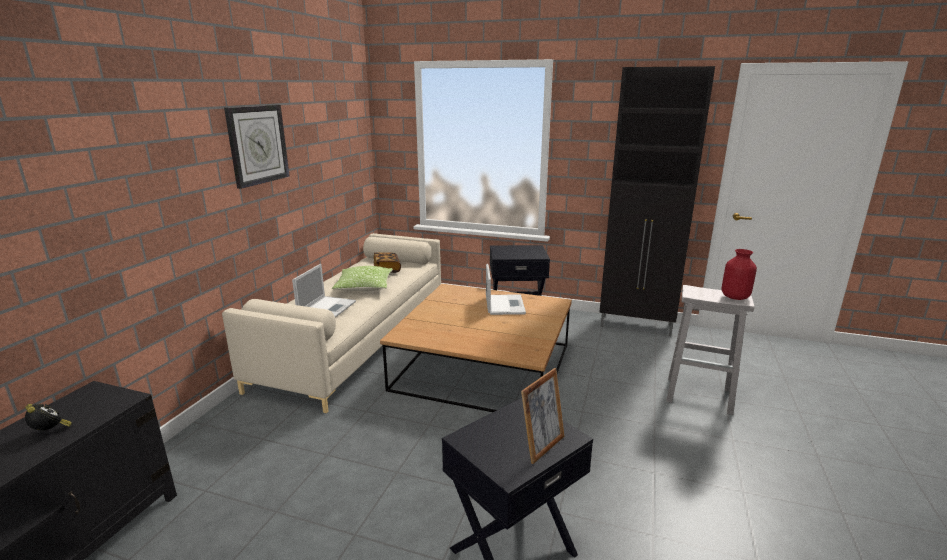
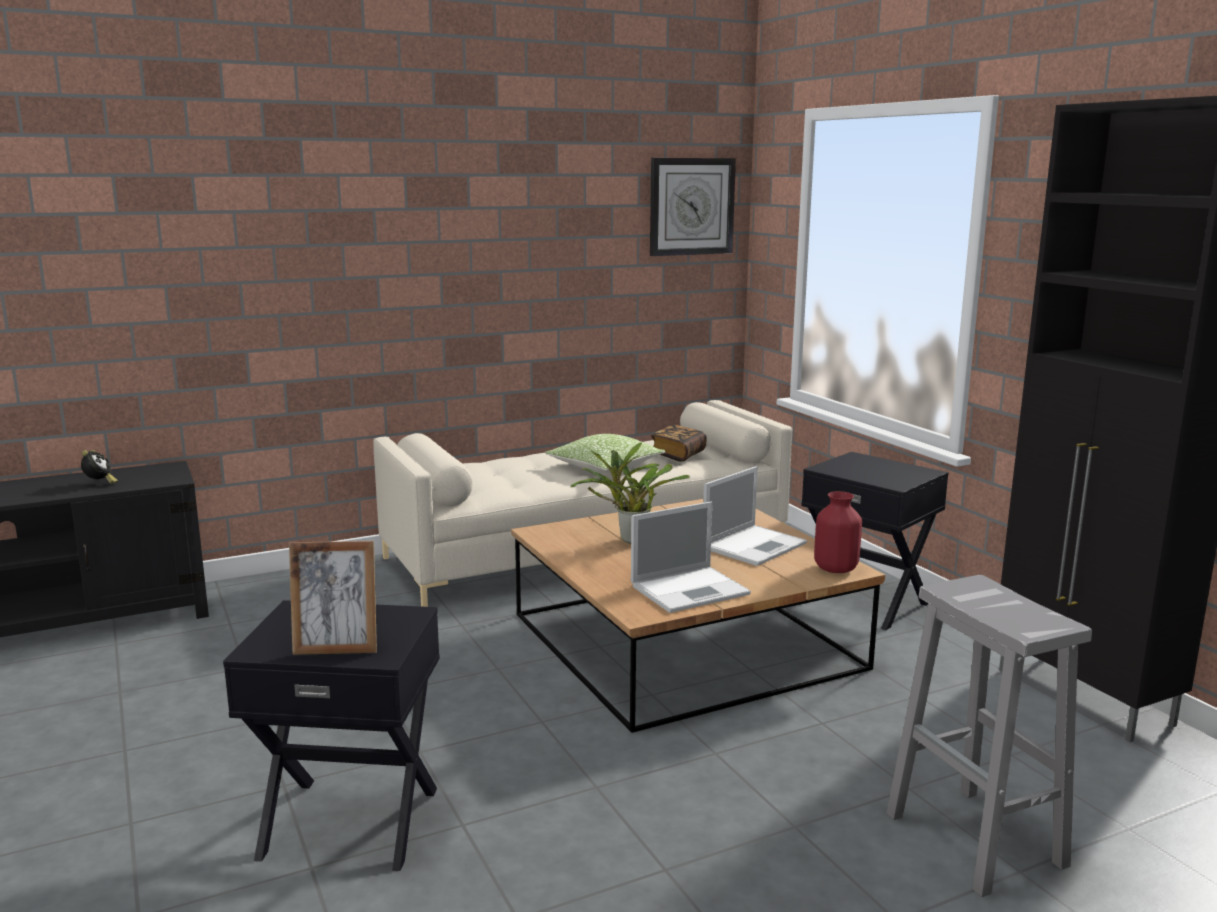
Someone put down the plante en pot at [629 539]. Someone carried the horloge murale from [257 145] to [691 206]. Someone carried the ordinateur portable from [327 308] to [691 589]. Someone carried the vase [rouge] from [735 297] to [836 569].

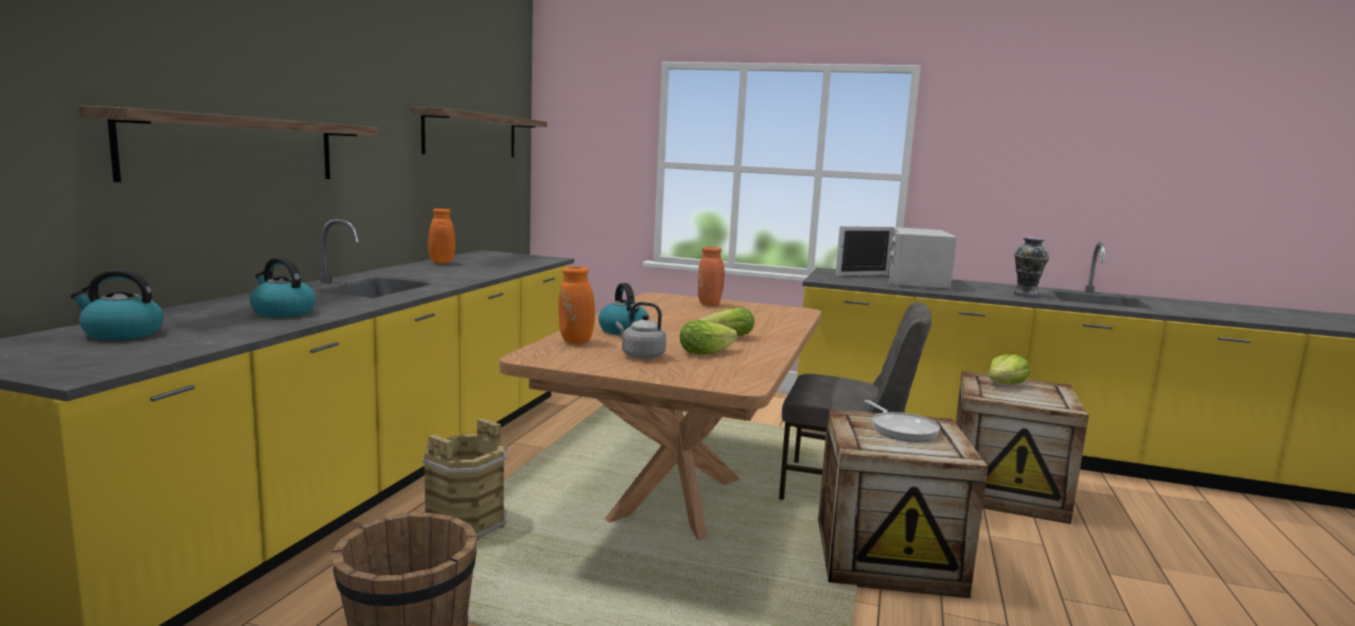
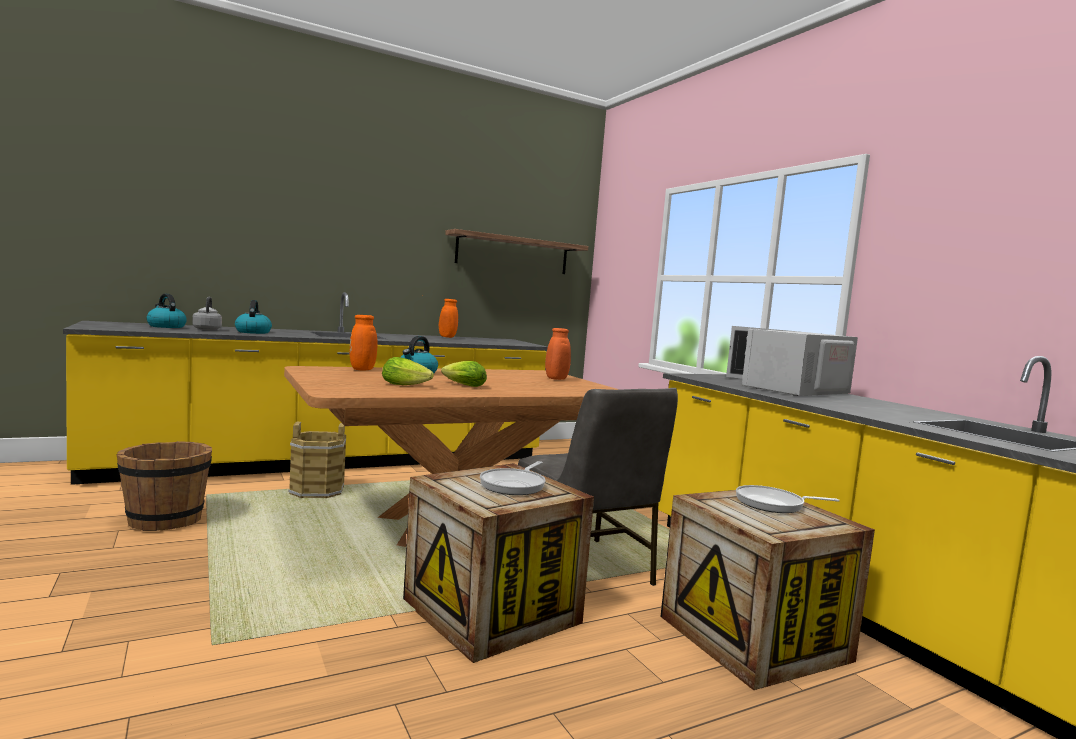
Someone took away the étagère at [235 149]. Someone took away the vase at [1025 295]. Someone carried the bouilloire [gris] from [640 356] to [207 329]. Someone swapped the laitue at [1005 384] for the poêle at [773 504].

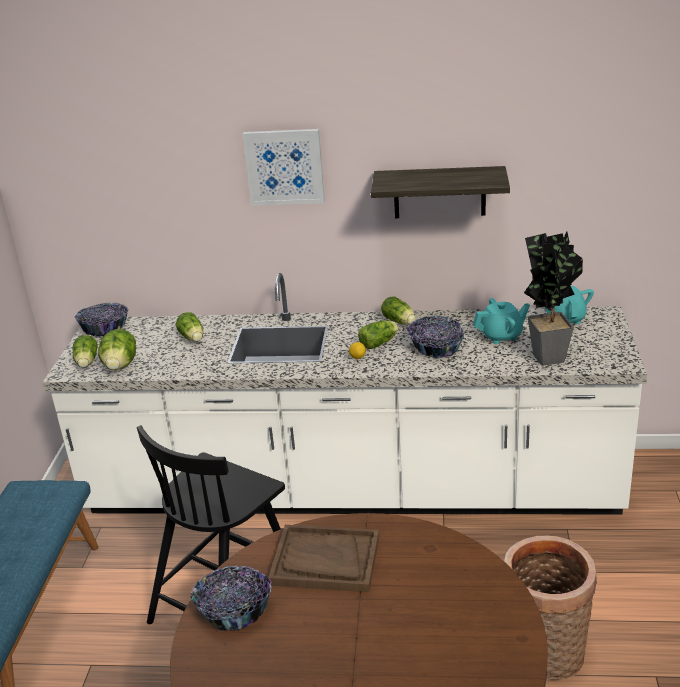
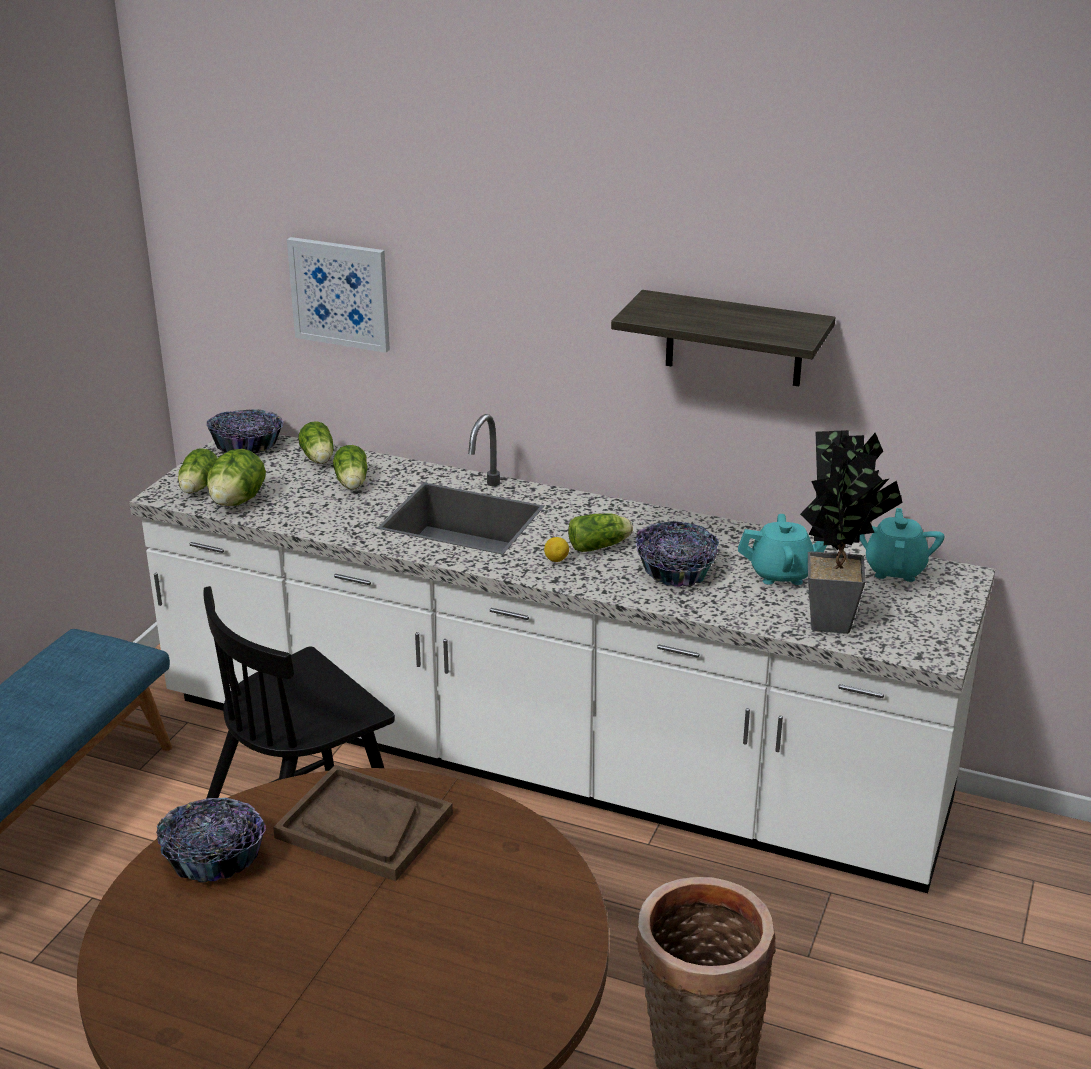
Someone carried the tableau from [284 167] to [340 293]. Someone carried the laitue from [400 322] to [318 459].

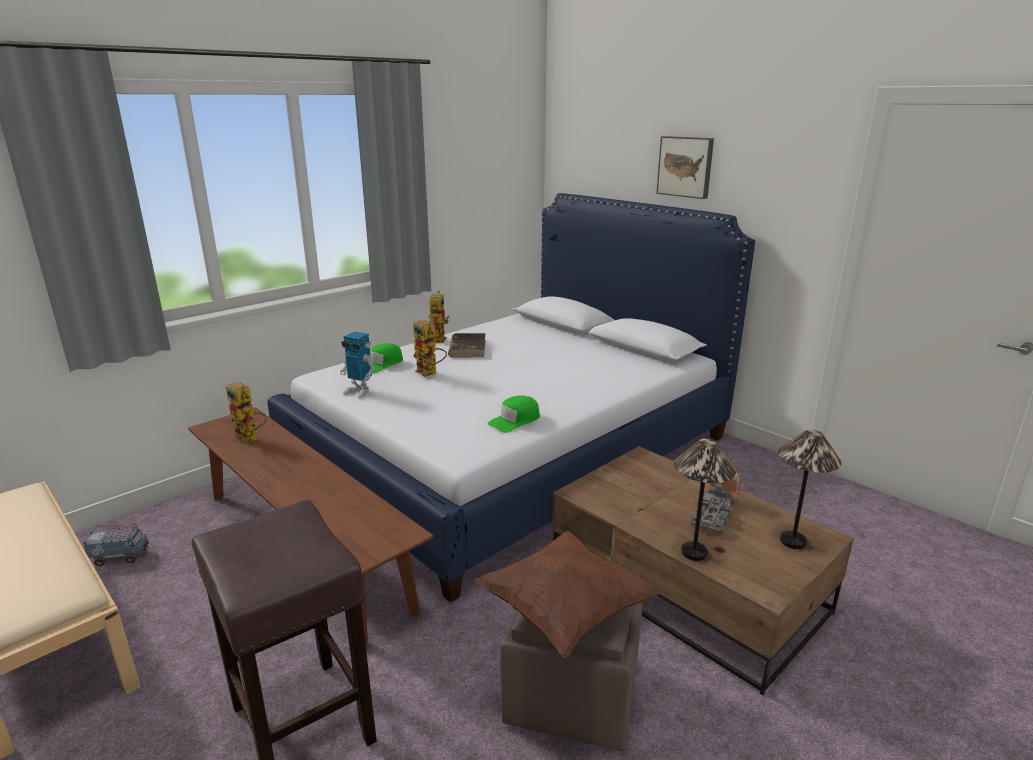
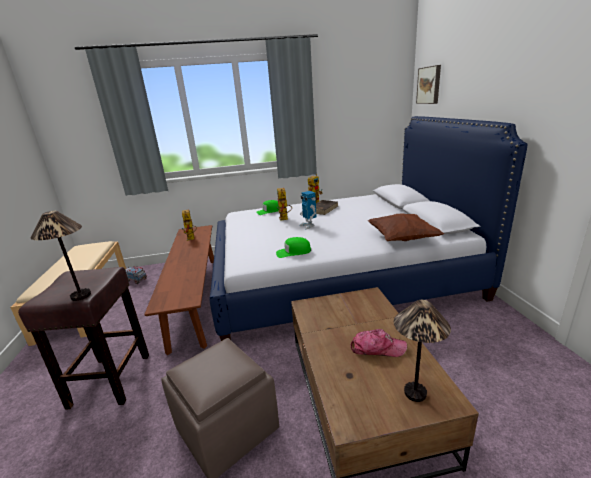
Someone carried the robot jouet from [359 391] to [308 226]. Someone carried the coussin [marron] from [565 611] to [402 238]. Someone carried the tableau from [686 166] to [429 85]. Someone carried the lampe de table from [693 552] to [81 295]. Someone swapped the camion jouet at [715 513] for the casquette at [377 348].

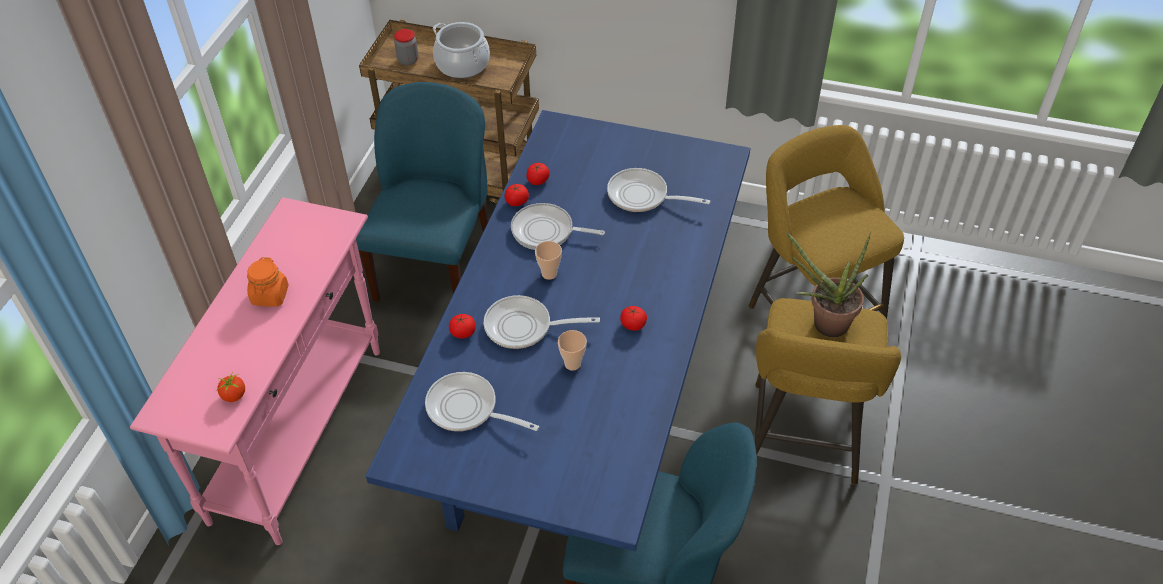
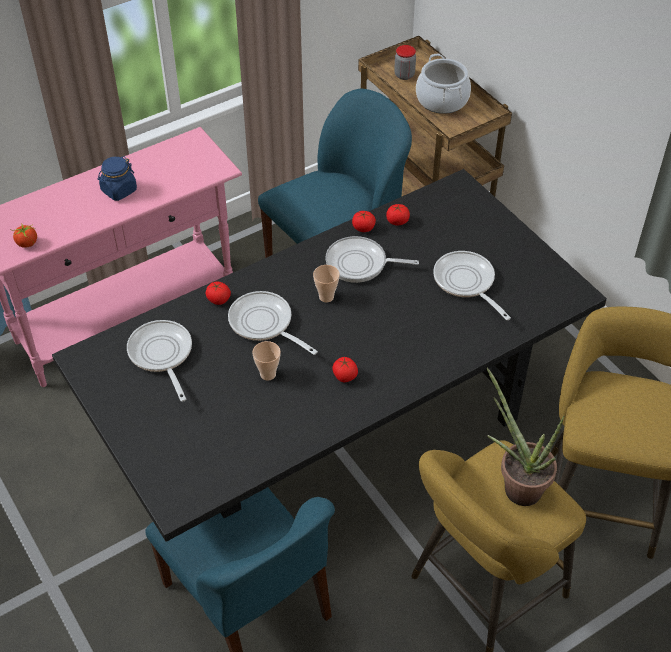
Someone repainted the bocal [orange] at [270 295], which became the bocal [bleu] at [119 190]. Someone repainted the table à manger [bleu] at [583 407], which became the table à manger [noir] at [334 438]. Someone rotated the poêle at [546 231] by 45 degrees counterclockwise.

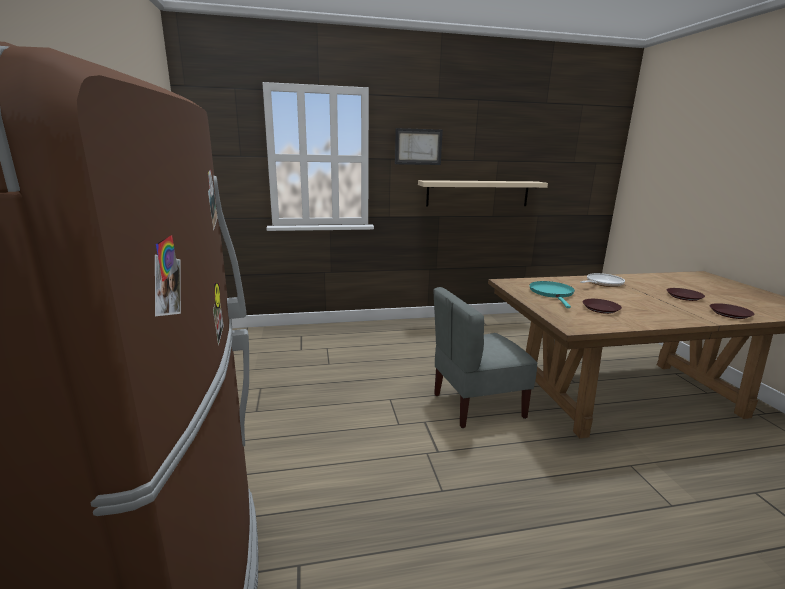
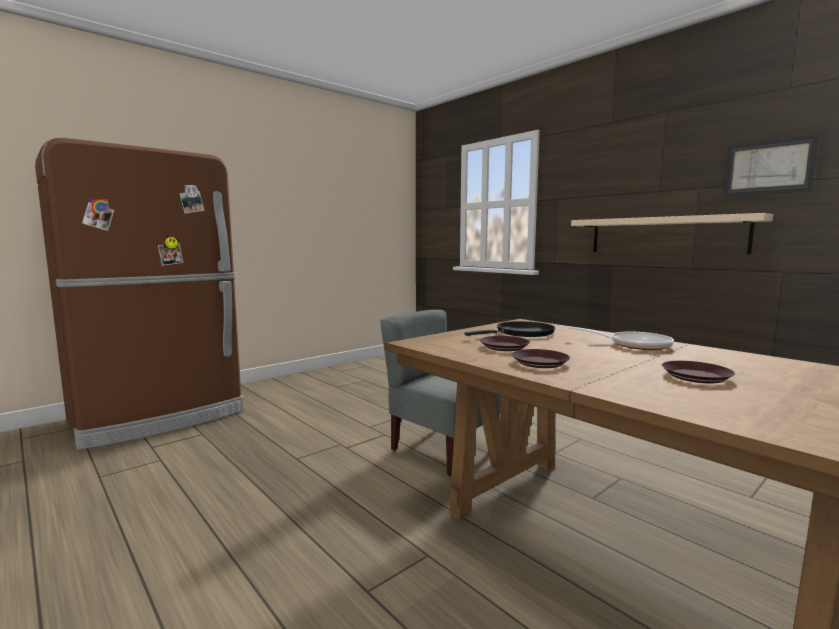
Someone carried the tableau from [418 147] to [768 167]. Someone carried the assiette [marron] from [730 314] to [539 363]. Someone repainted the poêle [turquoise] at [552 293], which became the poêle [noir] at [521 333].

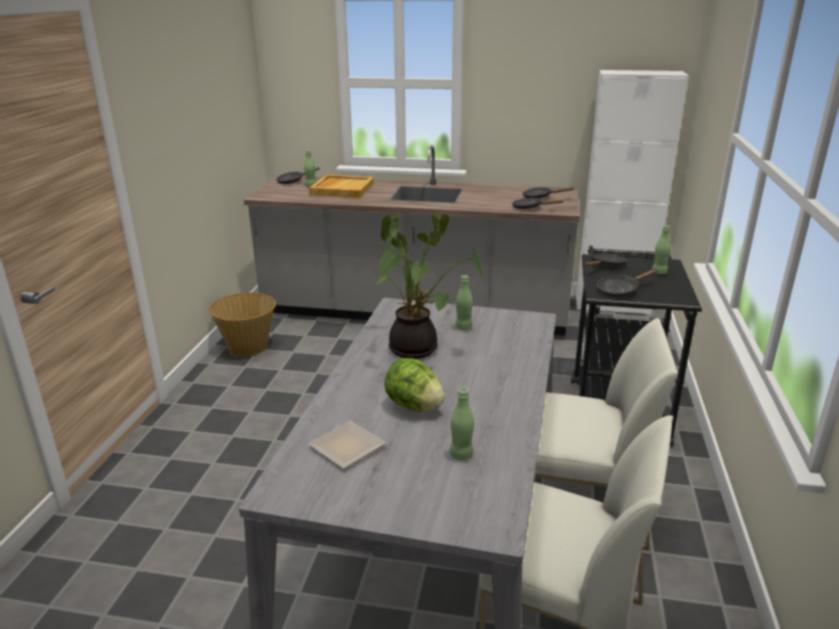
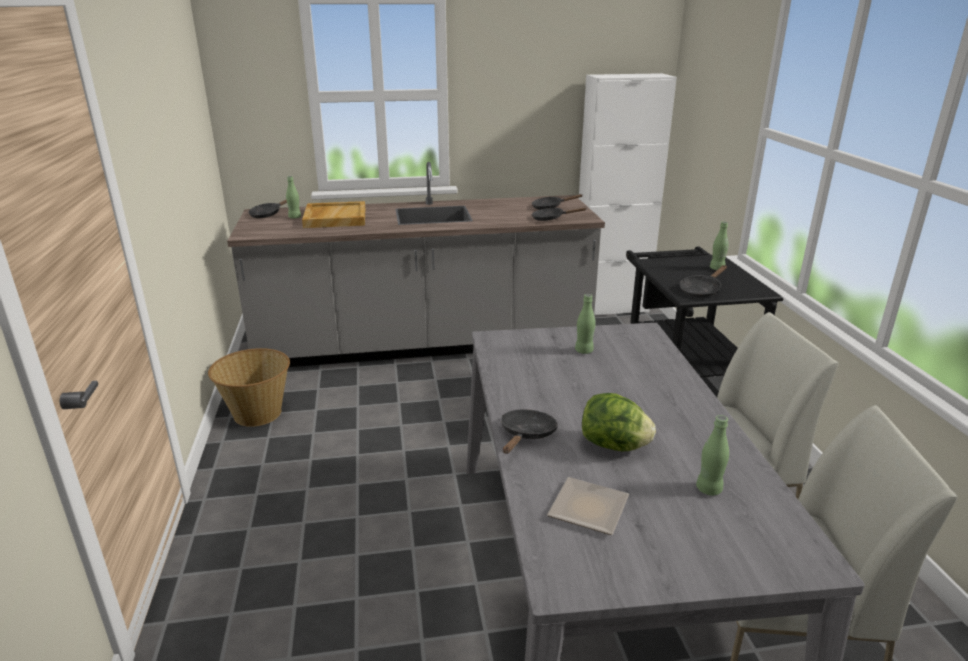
Someone took away the plante en pot at [418 348]. Someone carried the poêle [noir] from [605 266] to [526 435].

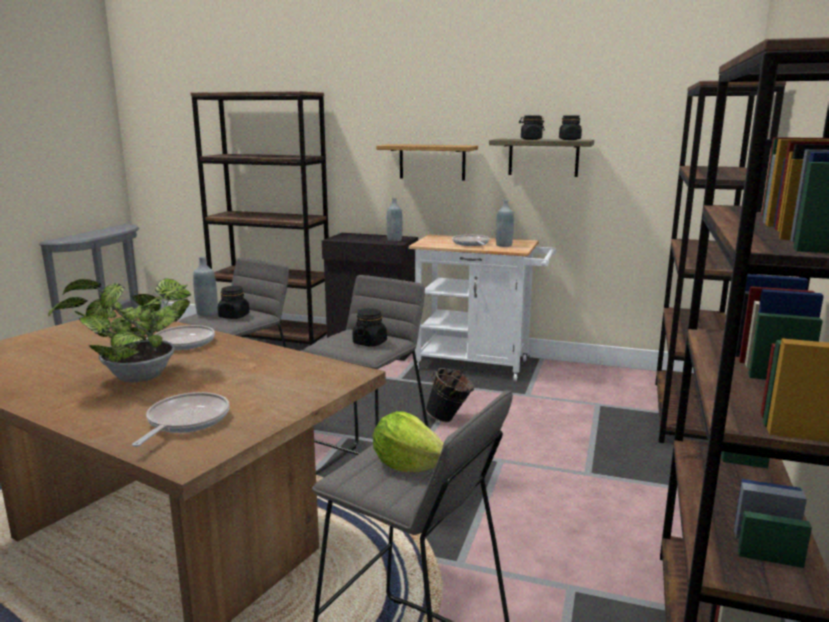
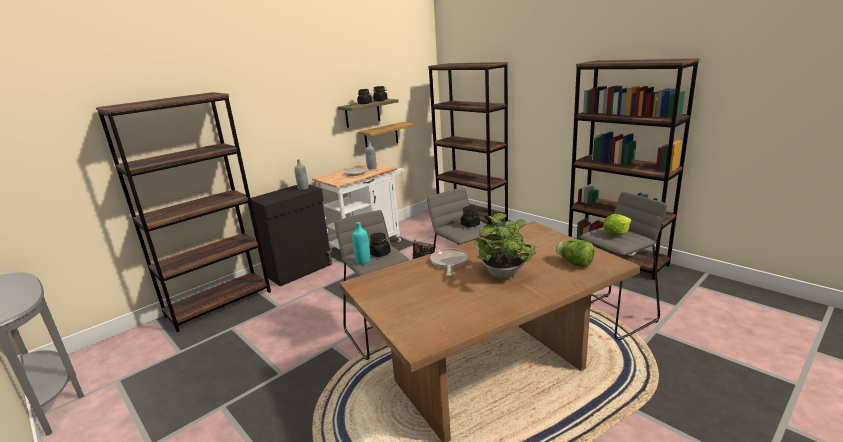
Someone carried the étagère from [432 162] to [381 136]. Someone swapped the poêle at [185 421] for the laitue at [574 263]. Someone repainted the bouteille [gris] at [207 313], which became the bouteille [turquoise] at [363 261].

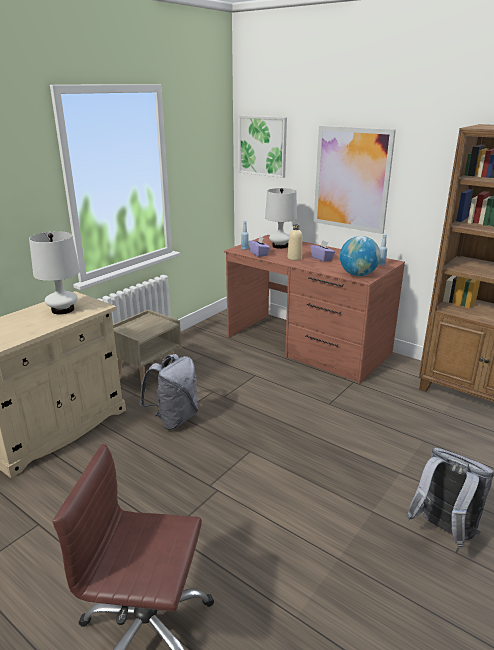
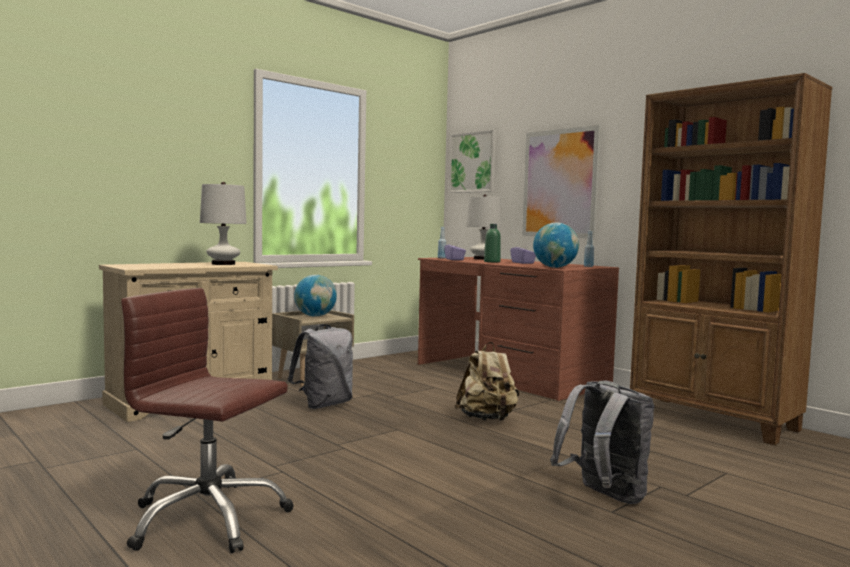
Someone put down the globe at [315 316]. Someone put down the sac à dos [beige] at [487 419]. Someone repainted the bouteille [beige] at [294 258], which became the bouteille [vert] at [492 262].

